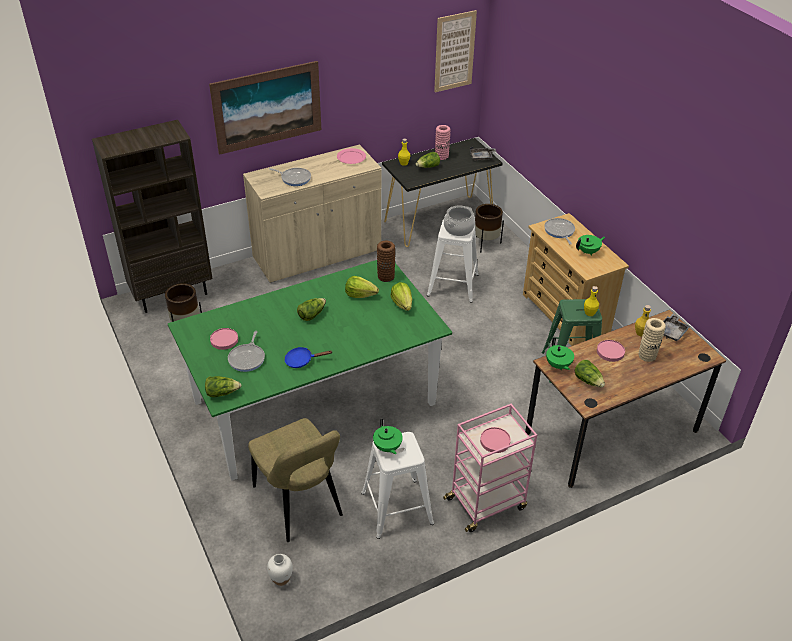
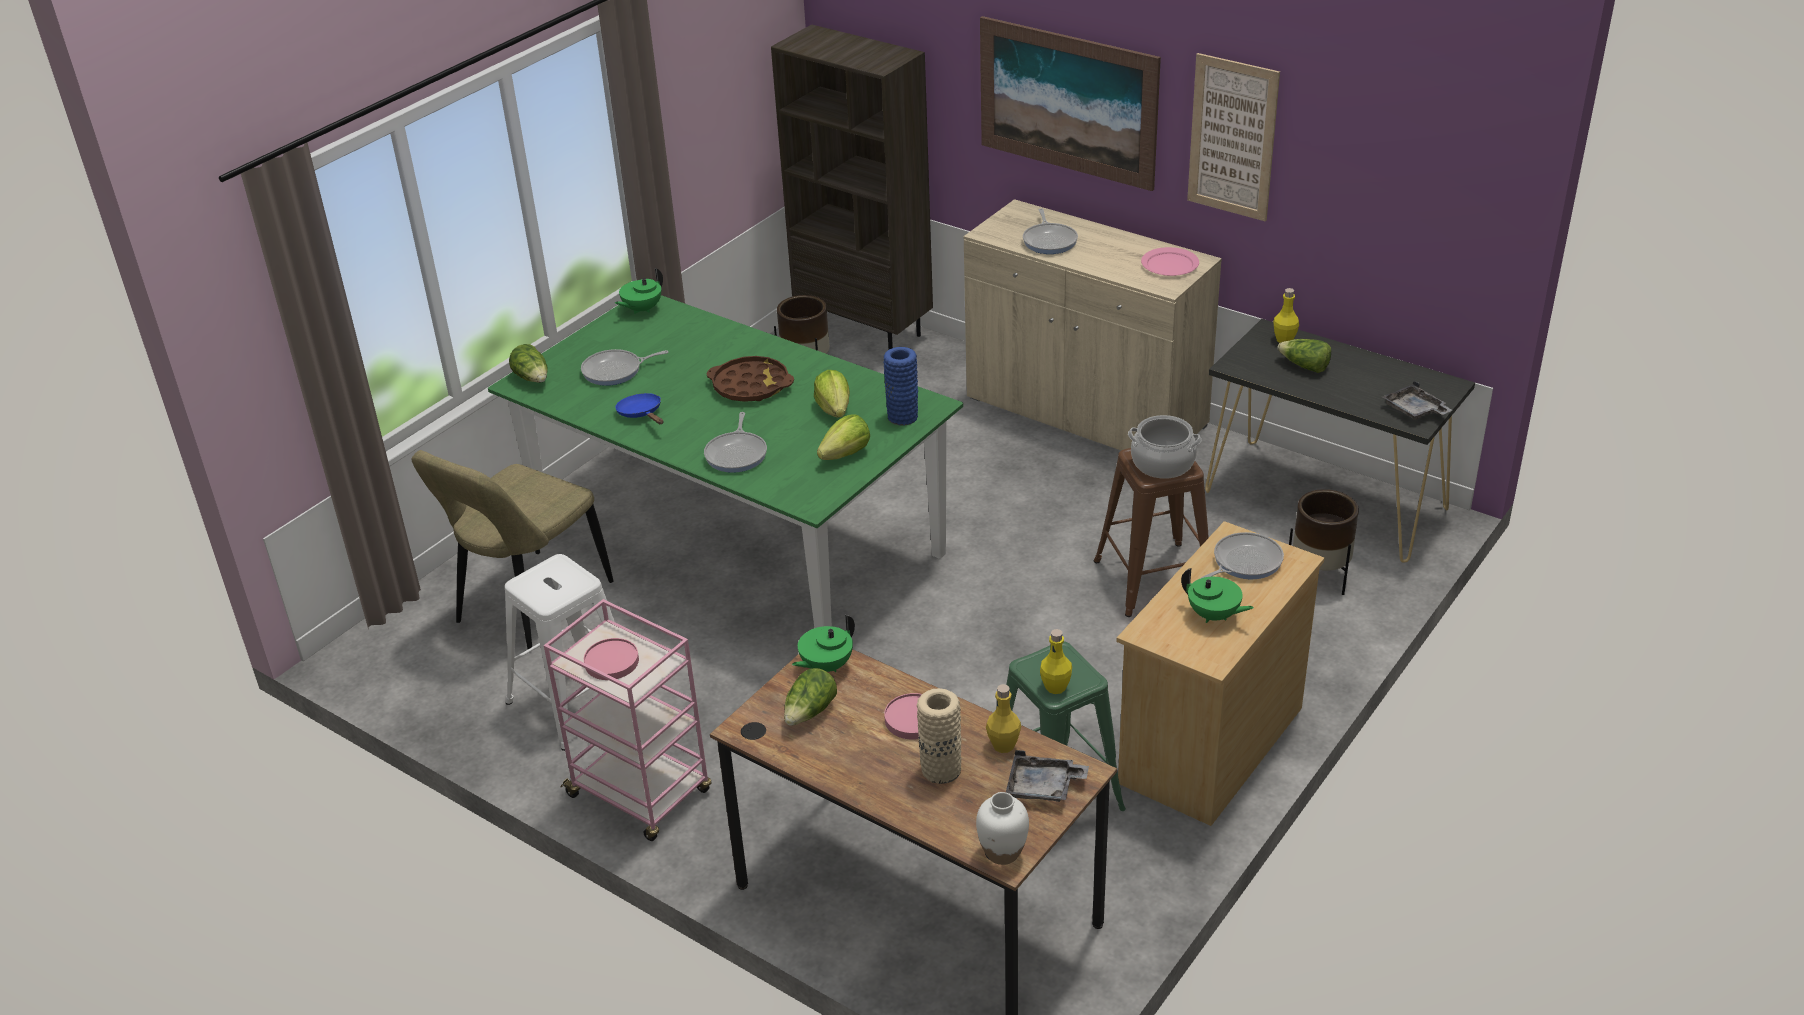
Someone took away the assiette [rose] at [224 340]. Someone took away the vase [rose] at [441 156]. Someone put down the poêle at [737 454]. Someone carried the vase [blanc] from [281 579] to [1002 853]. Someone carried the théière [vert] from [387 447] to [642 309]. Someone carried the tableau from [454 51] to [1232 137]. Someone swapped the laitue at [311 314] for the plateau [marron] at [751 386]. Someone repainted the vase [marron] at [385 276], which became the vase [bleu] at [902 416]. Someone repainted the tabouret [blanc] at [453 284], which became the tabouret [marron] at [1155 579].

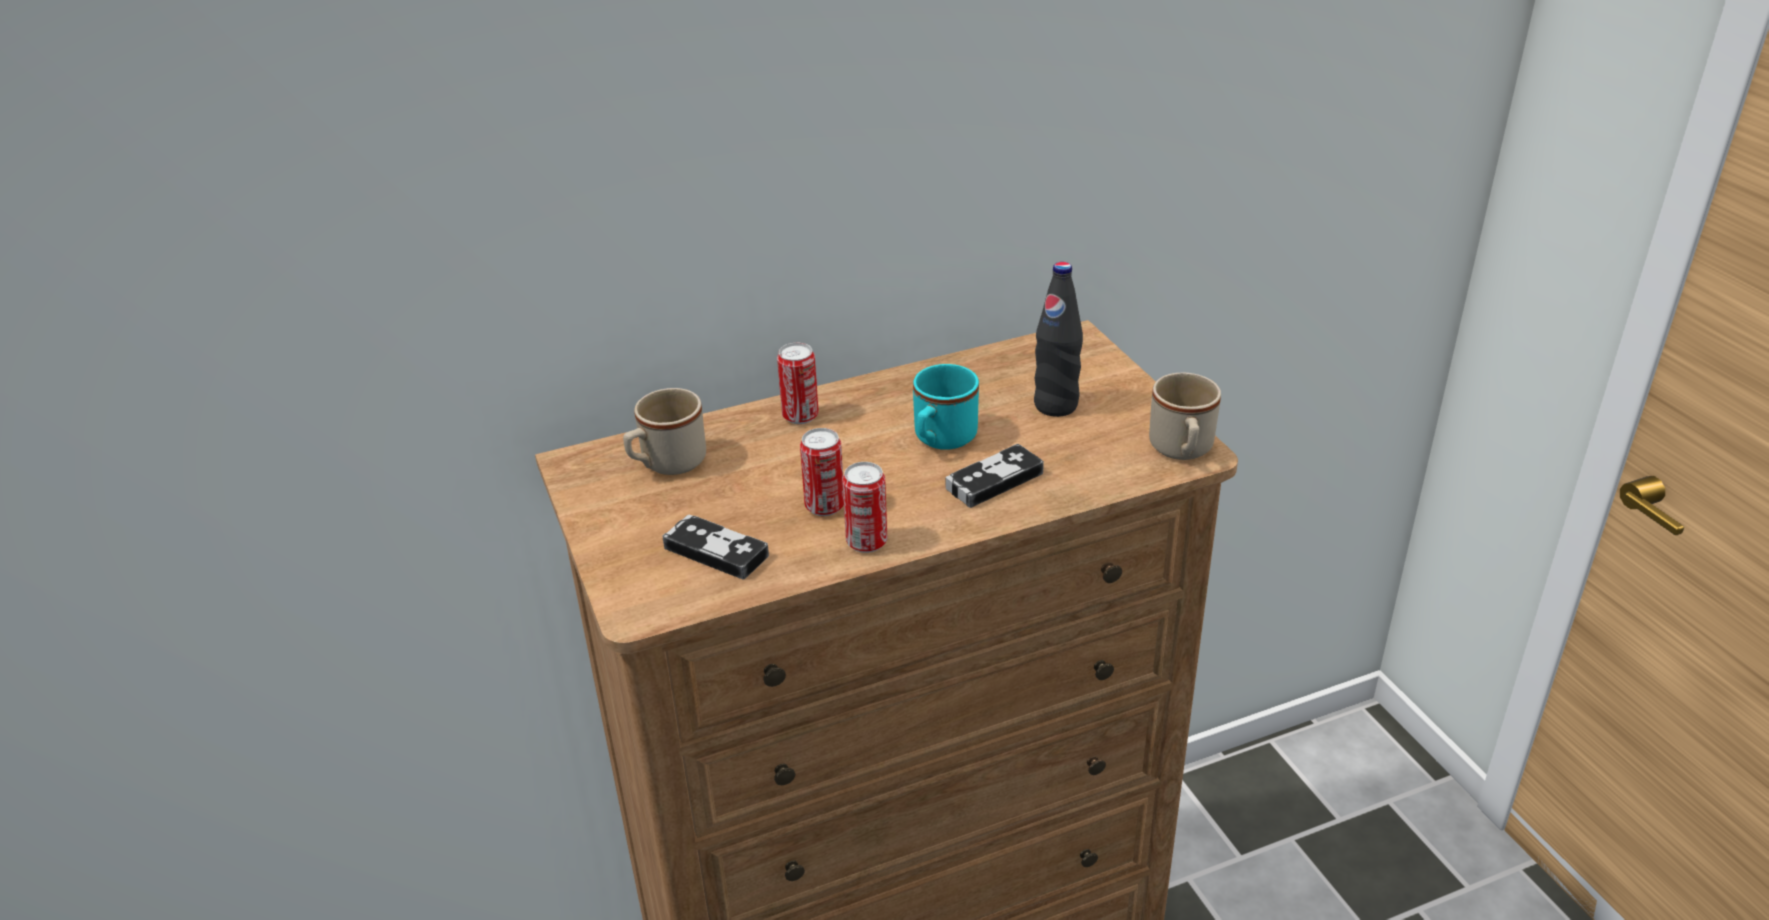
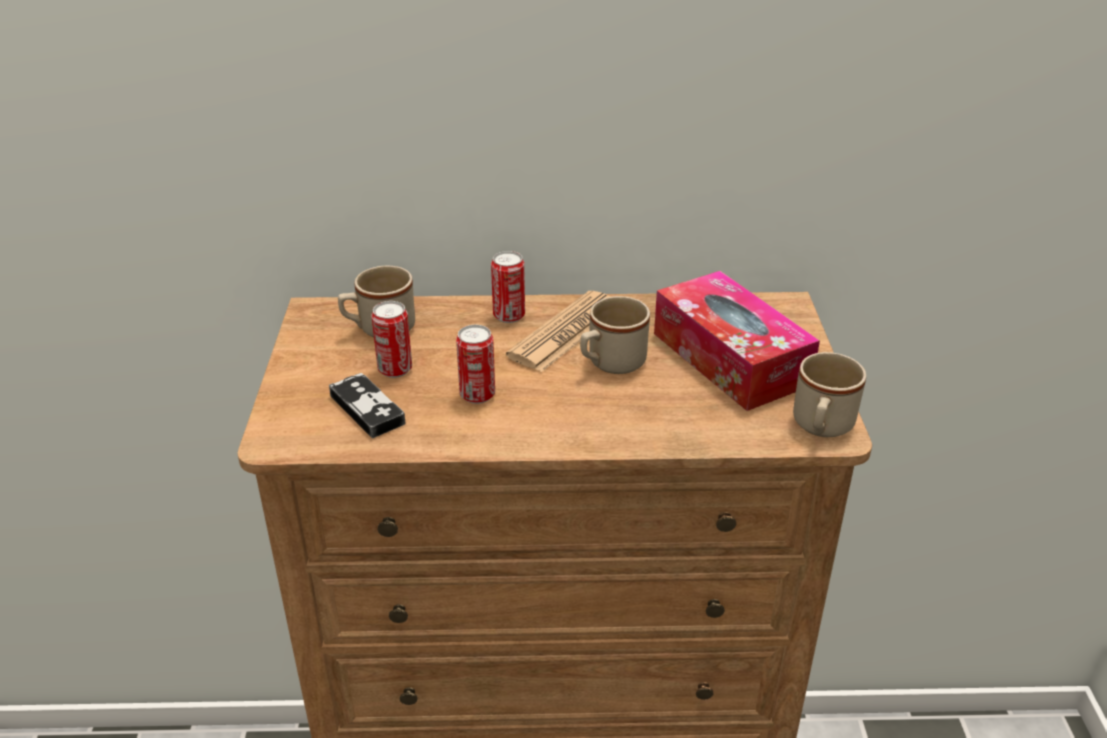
Someone took away the manette at [994 481]. Someone put down the journal at [566 332]. Someone carried the boîte métallique from [866 542] to [395 369]. Someone swapped the bouteille [noir] at [1056 405] for the boîte à mouchoirs at [730 359]. Someone repainted the mug [turquoise] at [941 440], which became the mug [beige] at [610 364].

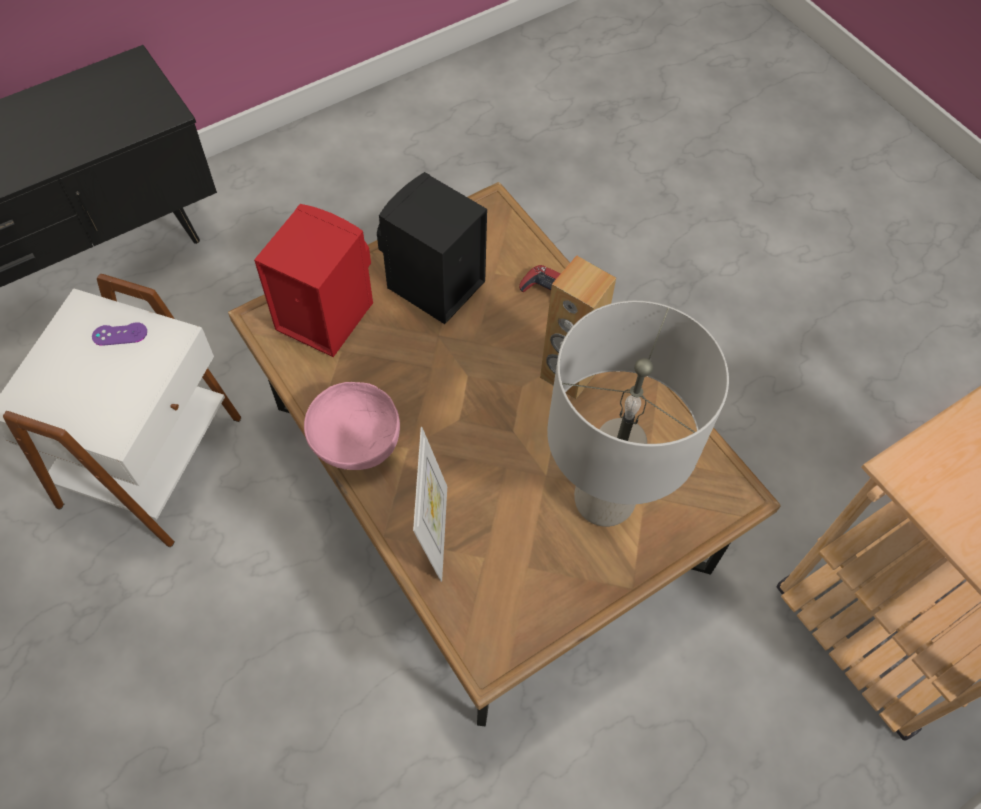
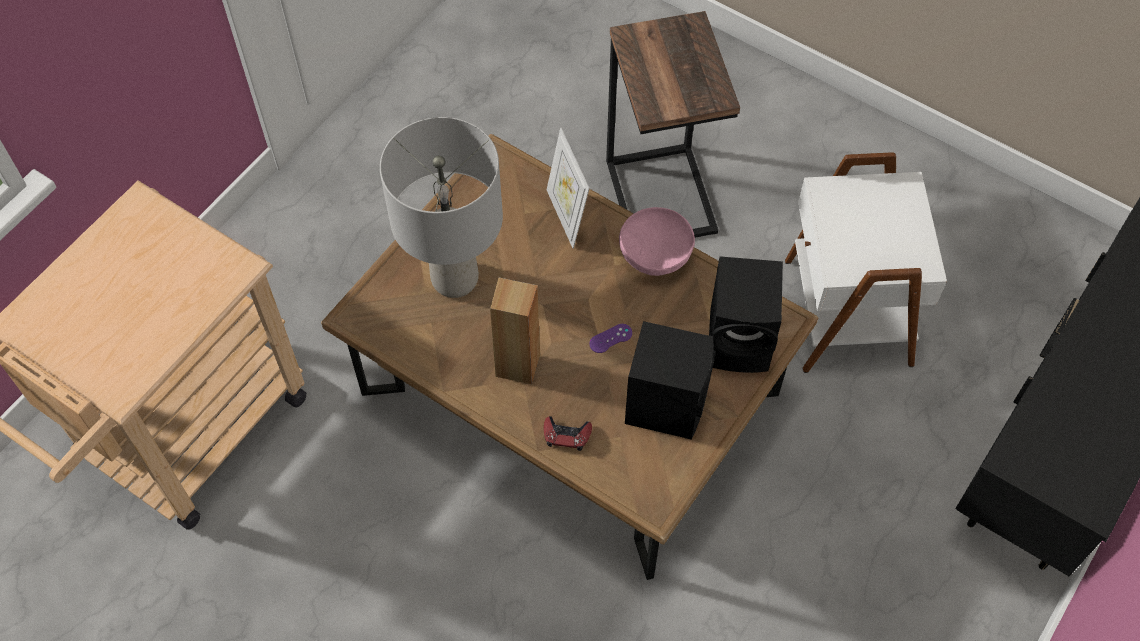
Someone put down the table d'appoint at [663 195]. Someone carried the manette [violet] from [120 334] to [610 338]. Someone repainted the enceinte [rouge] at [322 314], which became the enceinte [noir] at [741 341].

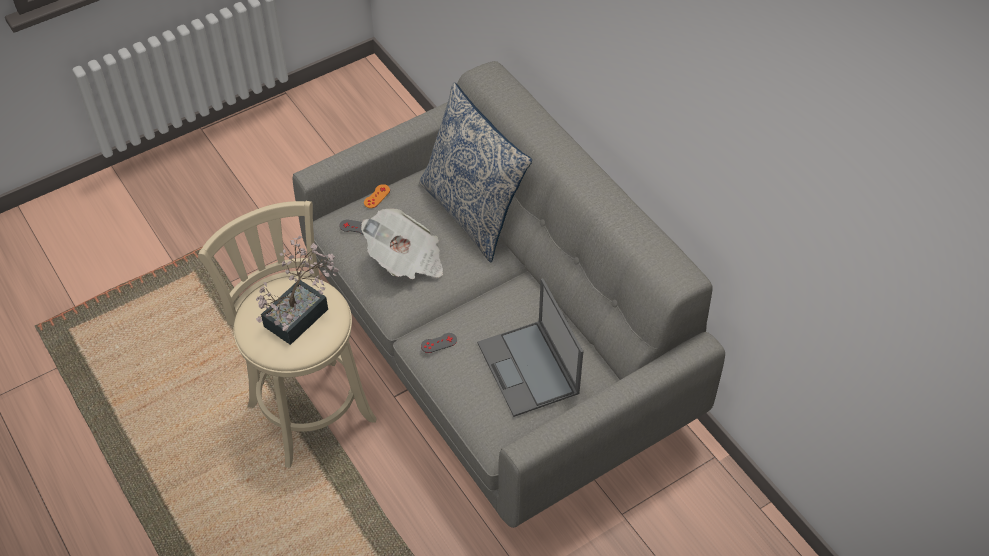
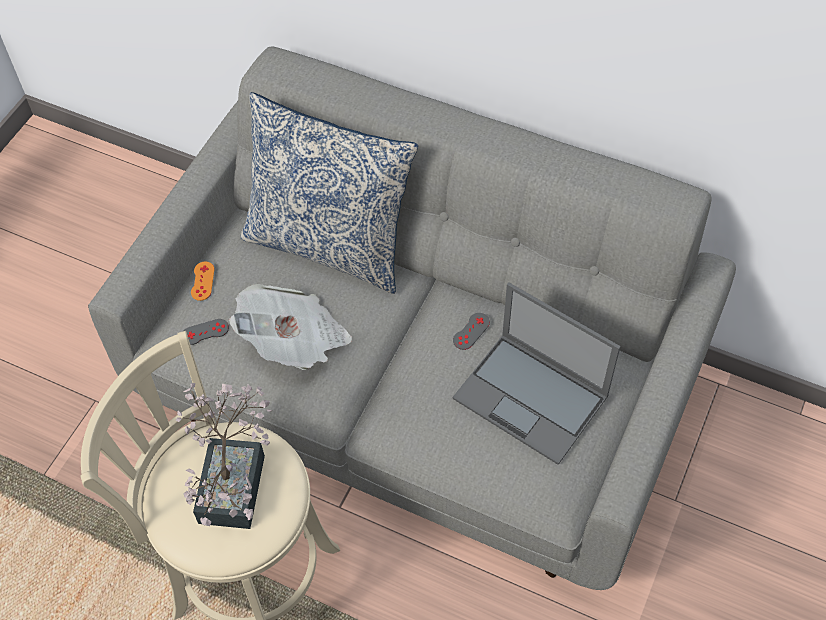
Someone carried the manette [gris] from [439 343] to [471 331].

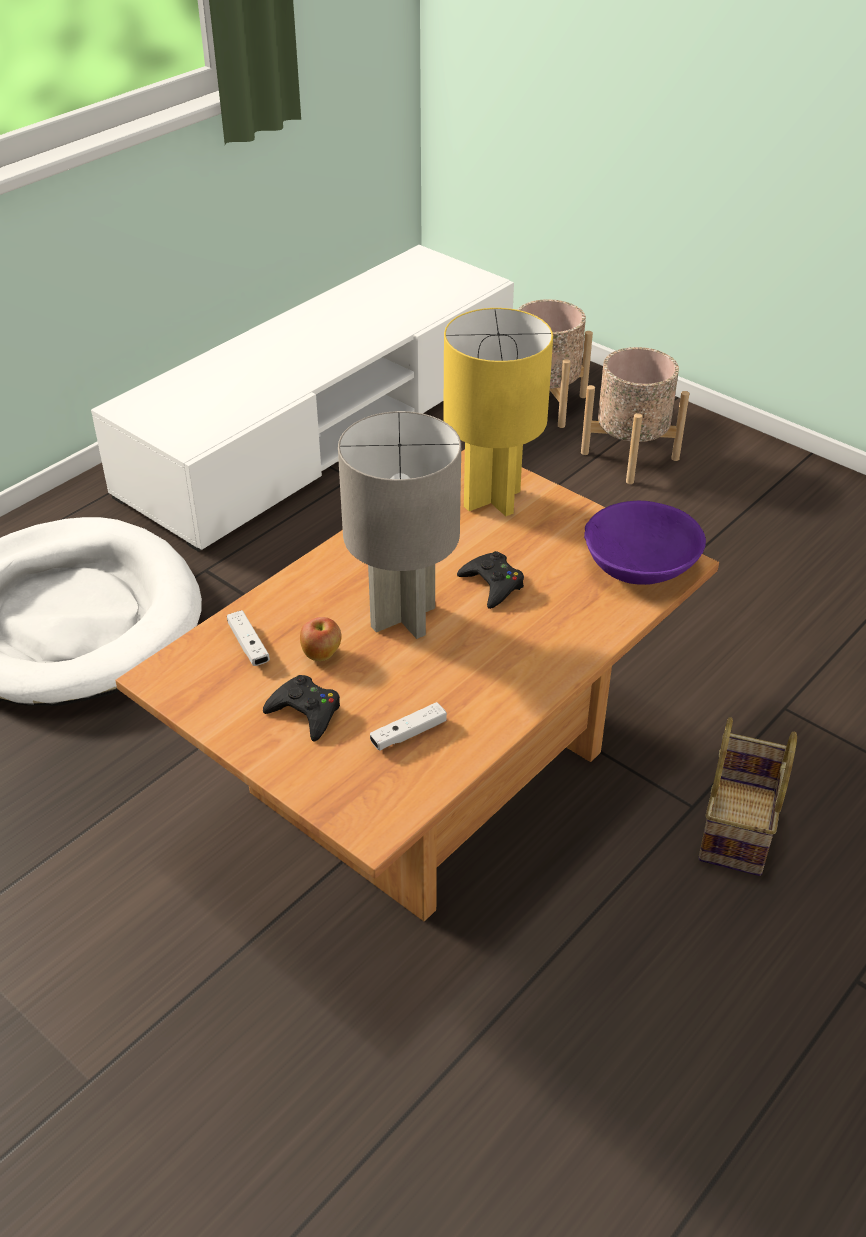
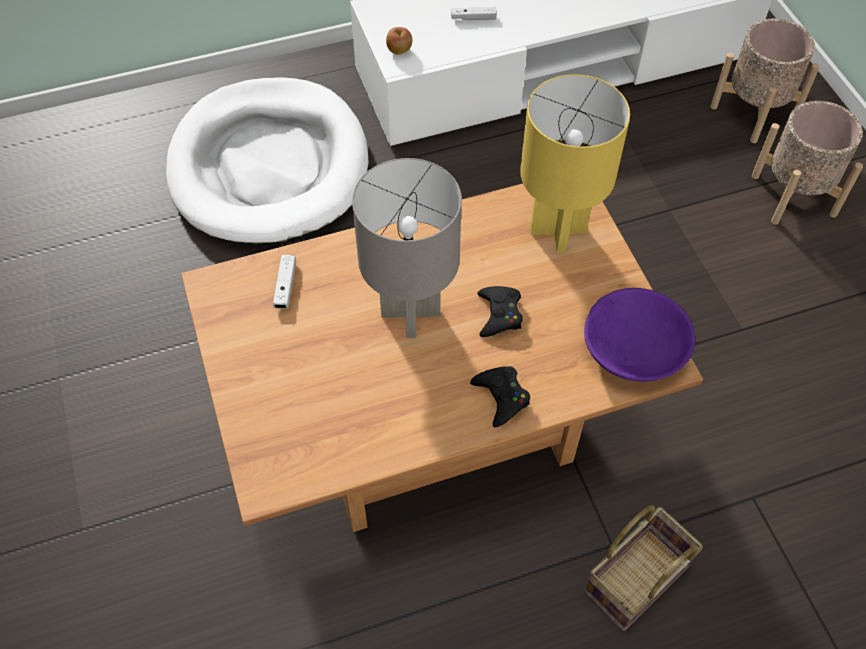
Someone carried the manette [noir] from [306 712] to [501 397]. Someone carried the pomme from [322 654] to [399 51]. Someone carried the manette [blanc] from [408 734] to [473 18].

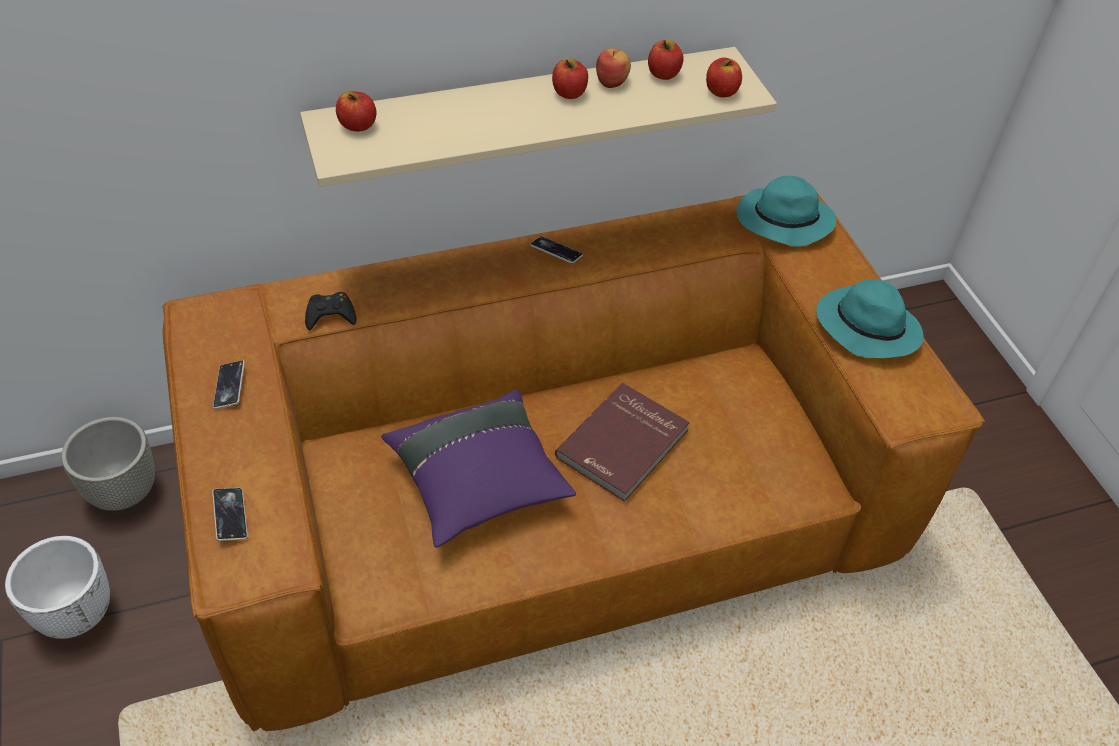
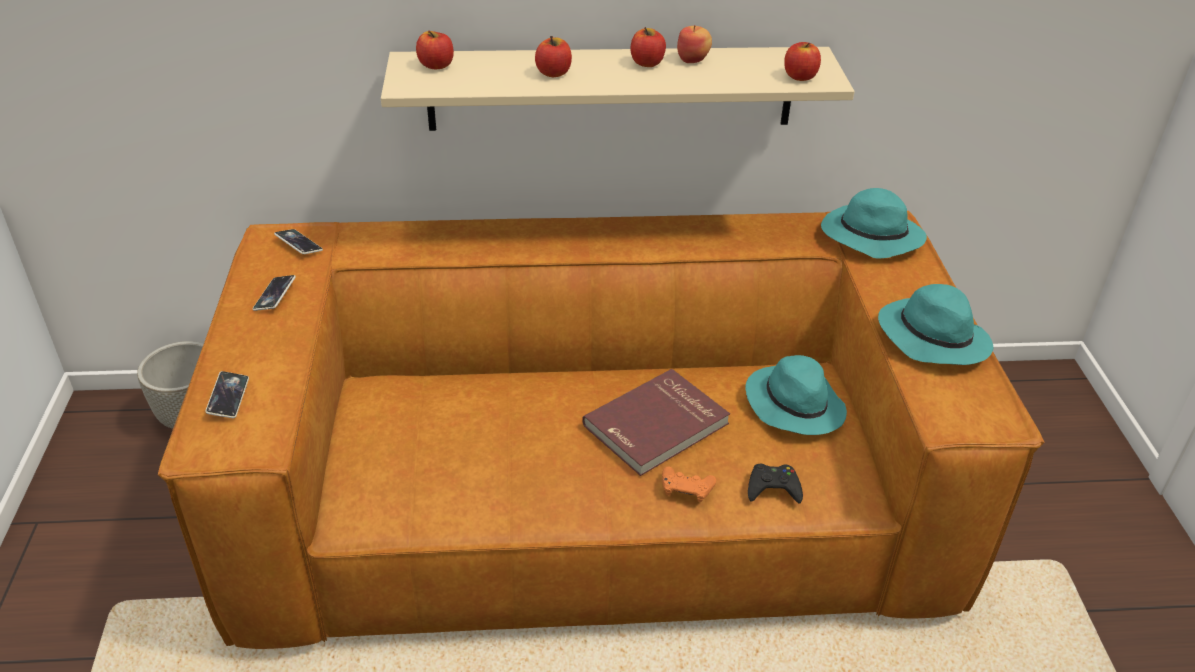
Someone took away the cache-pot [blanc] at [77 613]. Someone took away the coussin [violet] at [478 482]. Someone put down the manette [orange] at [686 488]. Someone put down the chapeau [turquoise] at [793 404]. Someone carried the manette [noir] from [330 315] to [773 488]. Someone carried the téléphone from [556 252] to [299 244]. Someone carried the pomme from [663 74] to [553 73].

